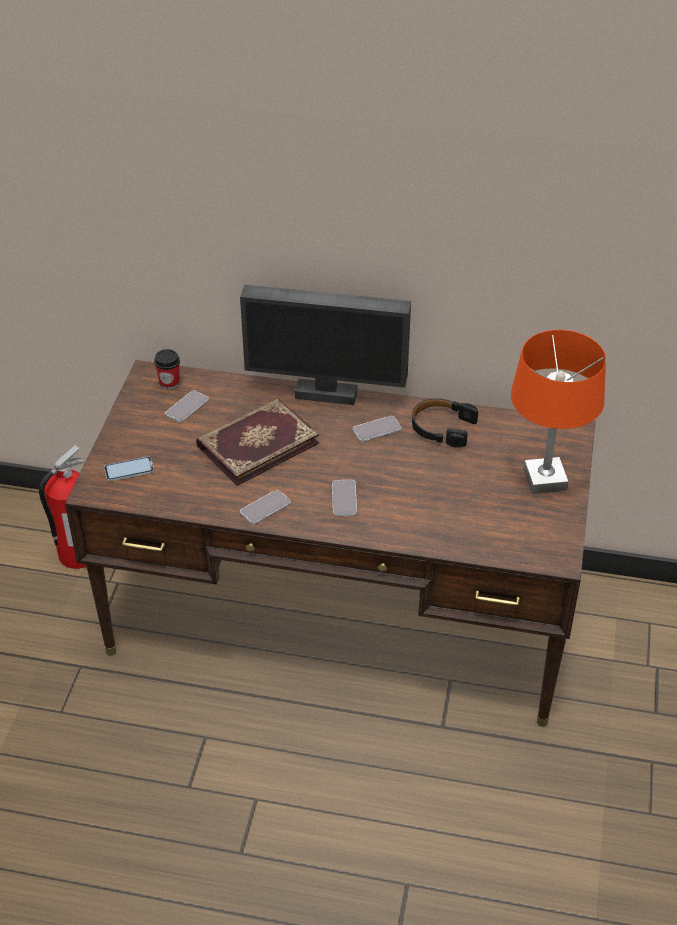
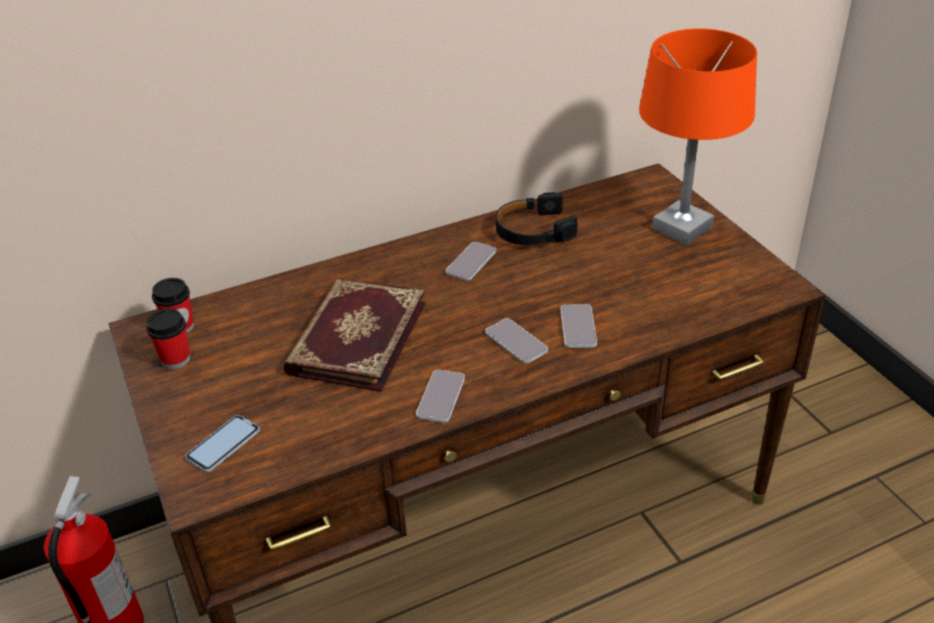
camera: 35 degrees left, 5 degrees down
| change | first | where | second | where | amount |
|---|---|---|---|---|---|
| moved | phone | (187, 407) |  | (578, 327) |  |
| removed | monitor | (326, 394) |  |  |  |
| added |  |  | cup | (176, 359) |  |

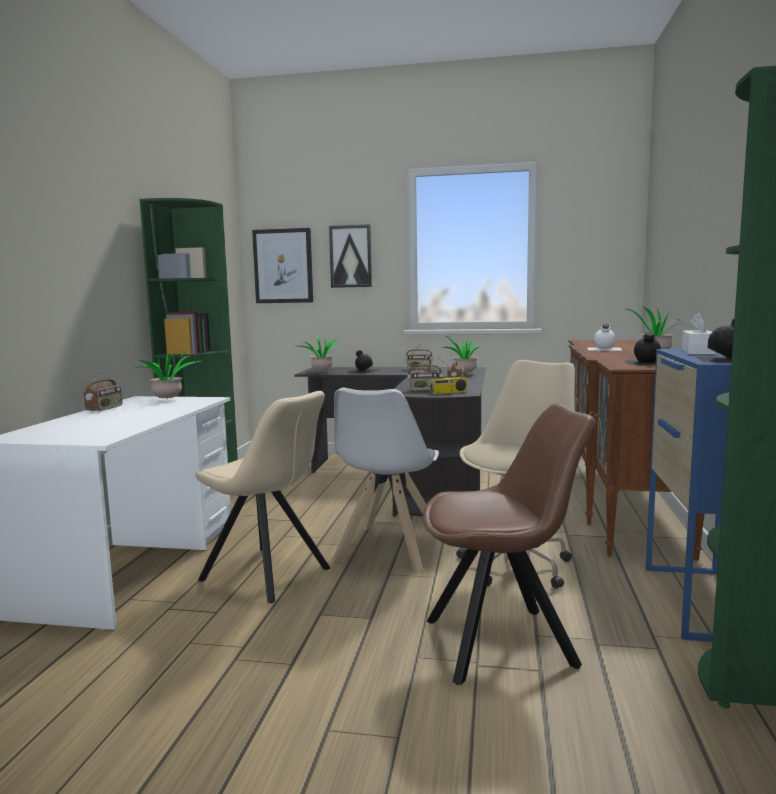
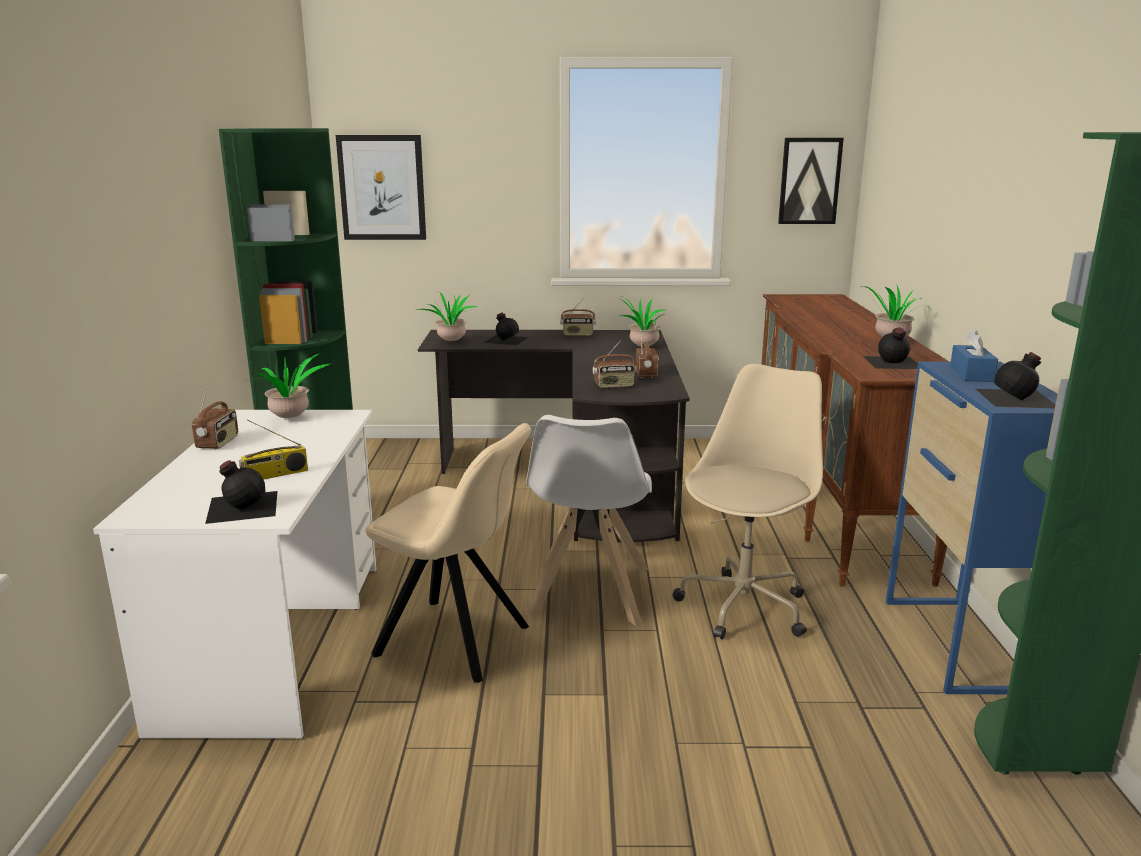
camera: 10 degrees left, 10 degrees up
| change | first | where | second | where | amount |
|---|---|---|---|---|---|
| moved | picture | (351, 256) |  | (809, 181) |  |
| removed | brown_chair | (501, 643) |  |  |  |
| moved | radio | (448, 392) |  | (275, 475) |  |
| removed | white_bottle | (603, 349) |  |  |  |
| recoloured | white_tissue_box | (698, 352) | blue_tissue_box | (971, 374) |  |
| added |  |  | black_bottle | (241, 506) |  |

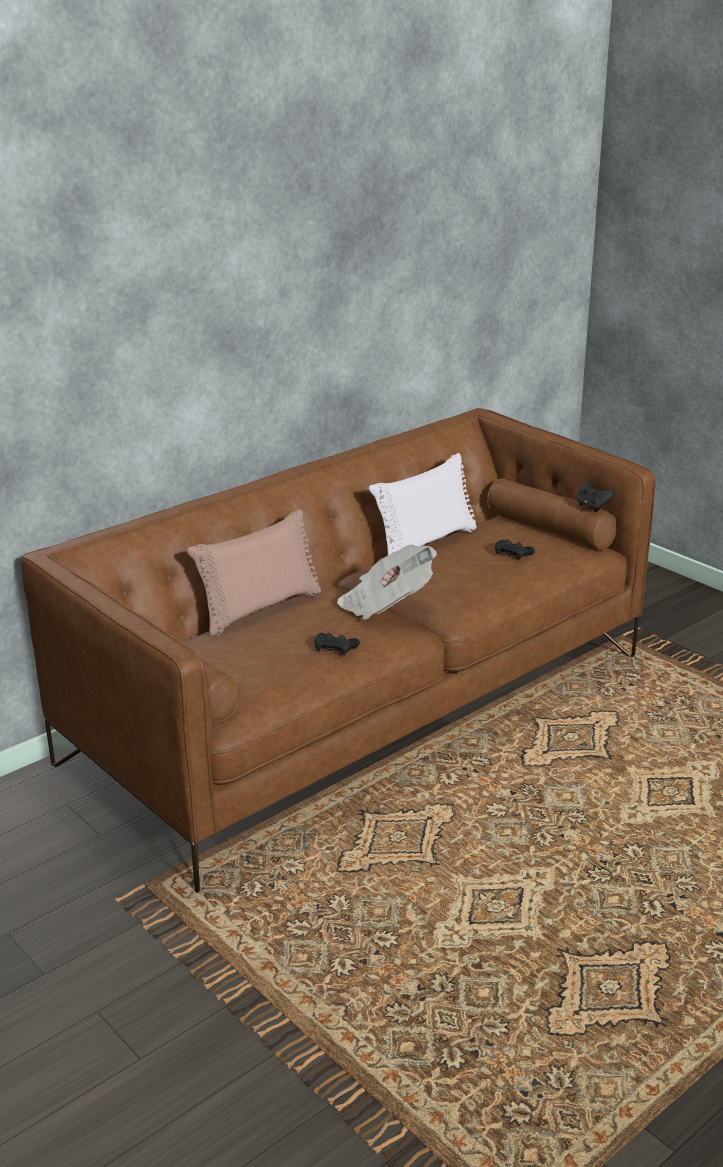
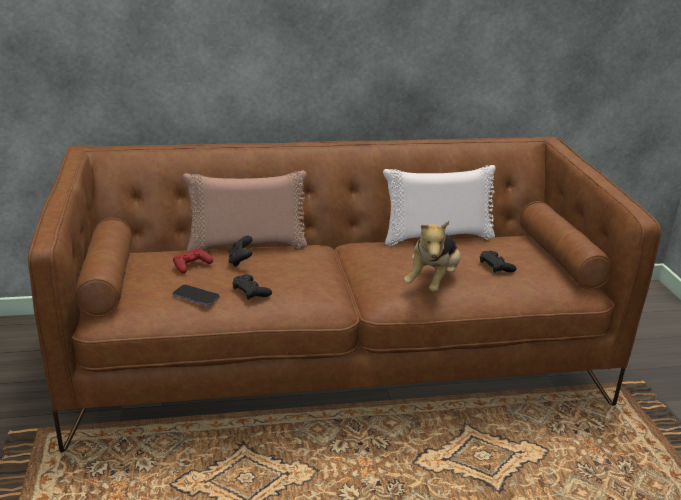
camera: 30 degrees right, 0 degrees up
| change | first | where | second | where | amount |
|---|---|---|---|---|---|
| removed | newspaper | (386, 604) |  |  |  |
| moved | black_game_controller | (592, 507) |  | (240, 261) |  |
| added |  |  | red_game_controller | (191, 265) |  |
| added |  |  | phone | (196, 297) |  |
| added |  |  | plush_toy | (433, 282) |  |

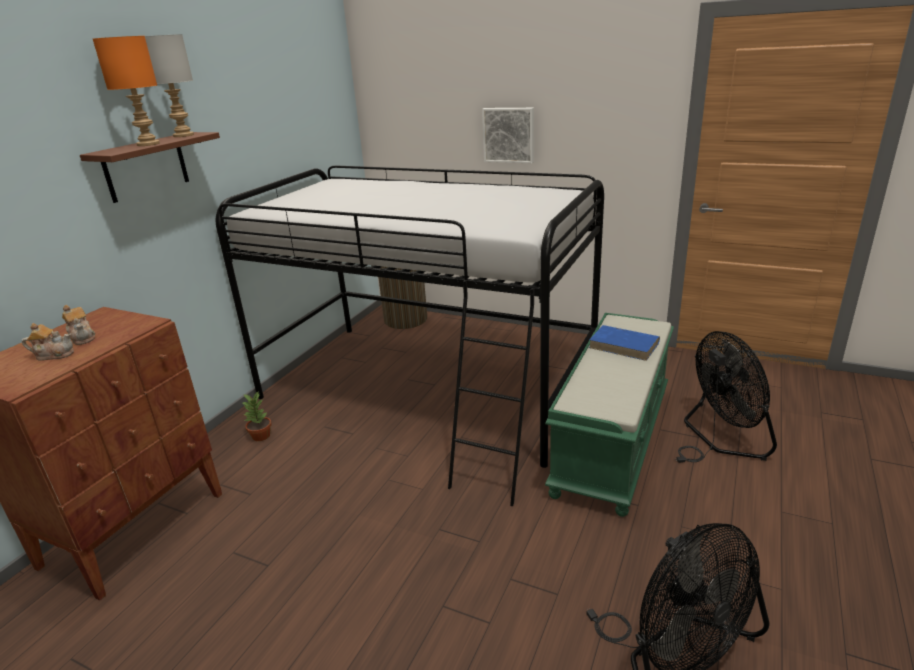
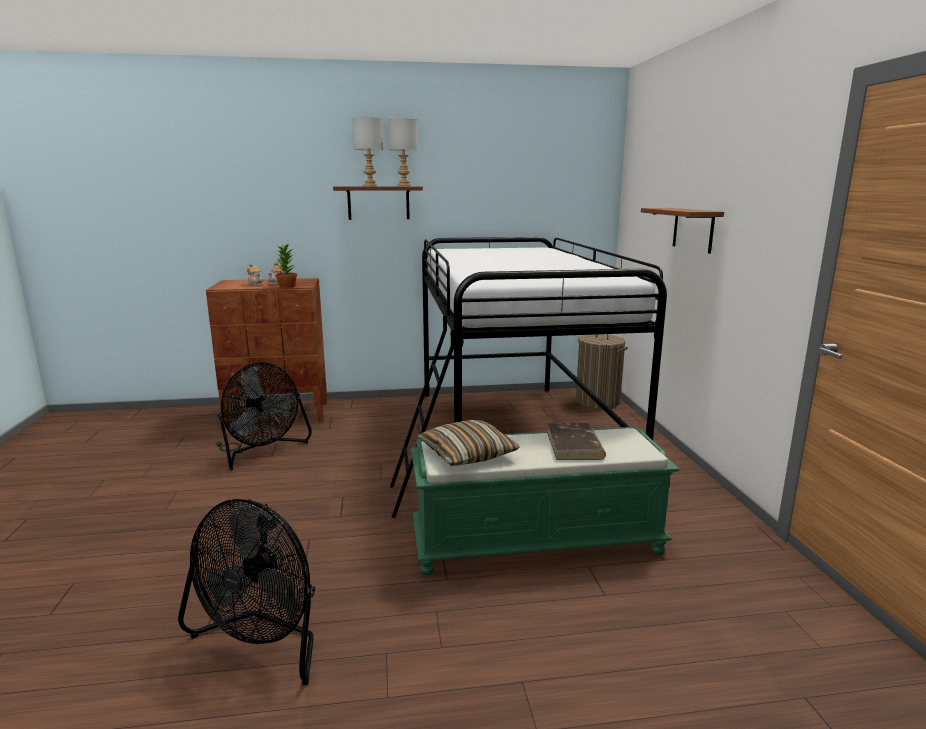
camera: 55 degrees right, 10 degrees down
| change | first | where | second | where | amount |
|---|---|---|---|---|---|
| recoloured | orange_table_lamp | (147, 144) | grey_table_lamp | (370, 186) |  |
| moved | potted_plant | (261, 436) |  | (287, 286) |  |
| replaced | picture | (509, 135) | brown_shelf | (693, 229) |  |
| recoloured | blue_book | (624, 345) | brown_book | (574, 445) |  |
| moved | black_fan | (714, 436) |  | (258, 451) |  |
| added |  |  | pillow | (467, 454) |  |

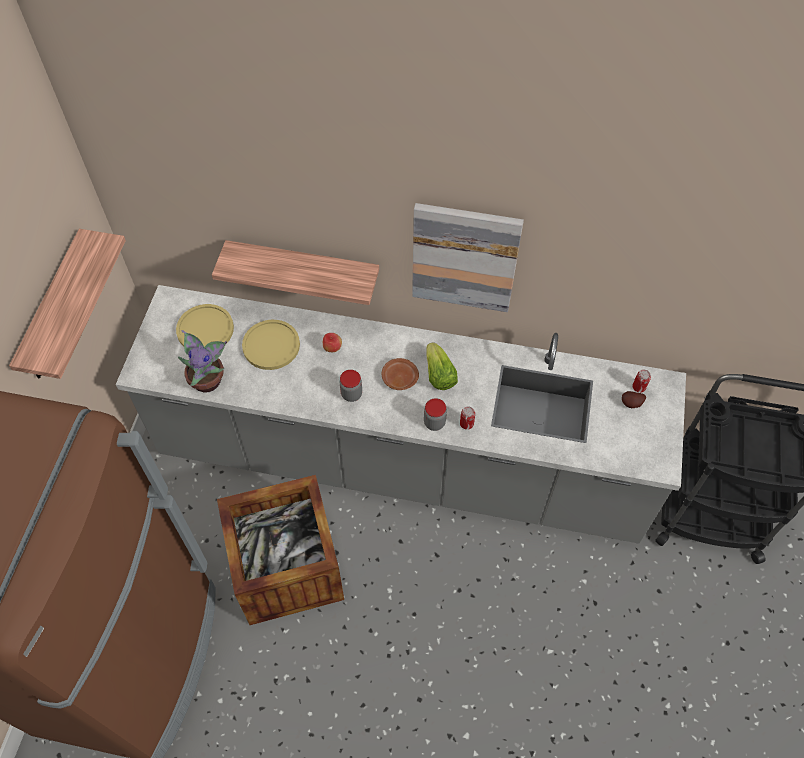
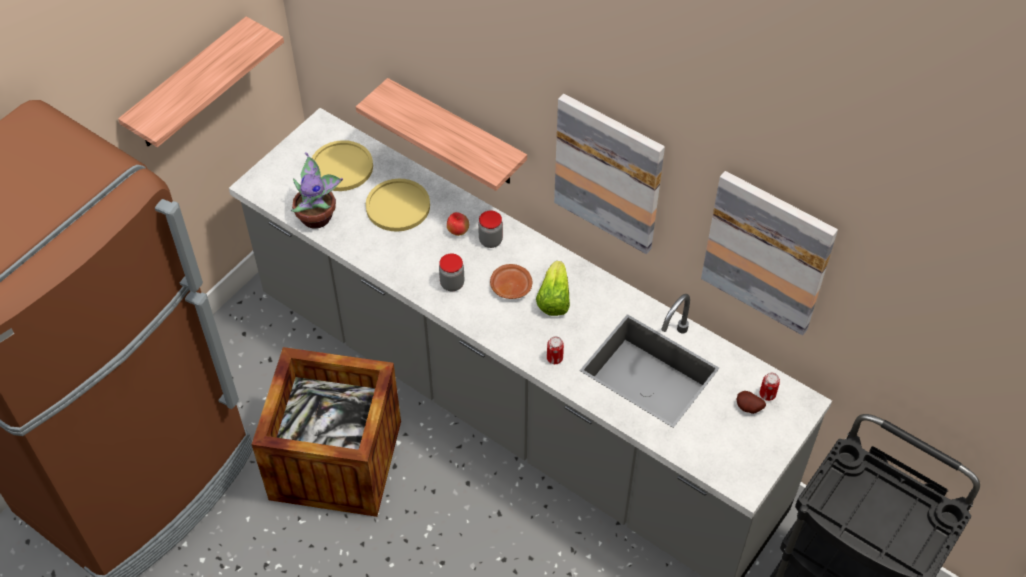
camera: 25 degrees right, 5 degrees down
| change | first | where | second | where | amount |
|---|---|---|---|---|---|
| moved | jar | (434, 422) |  | (490, 240) |  |
| added |  |  | picture | (767, 252) |  |

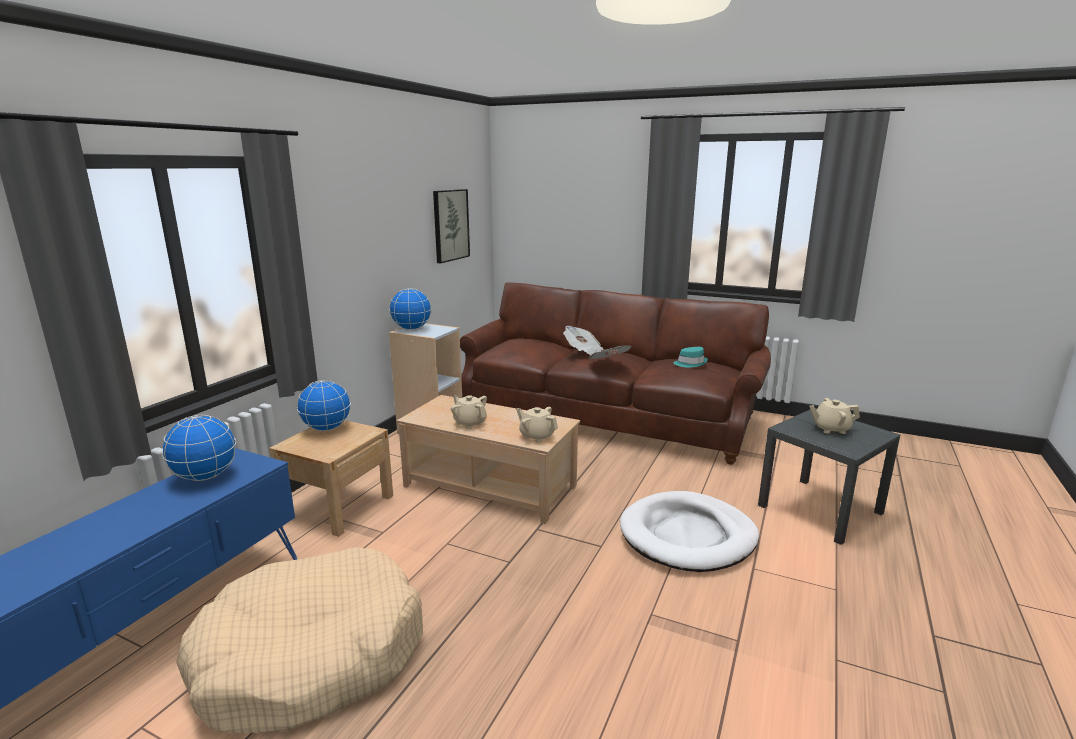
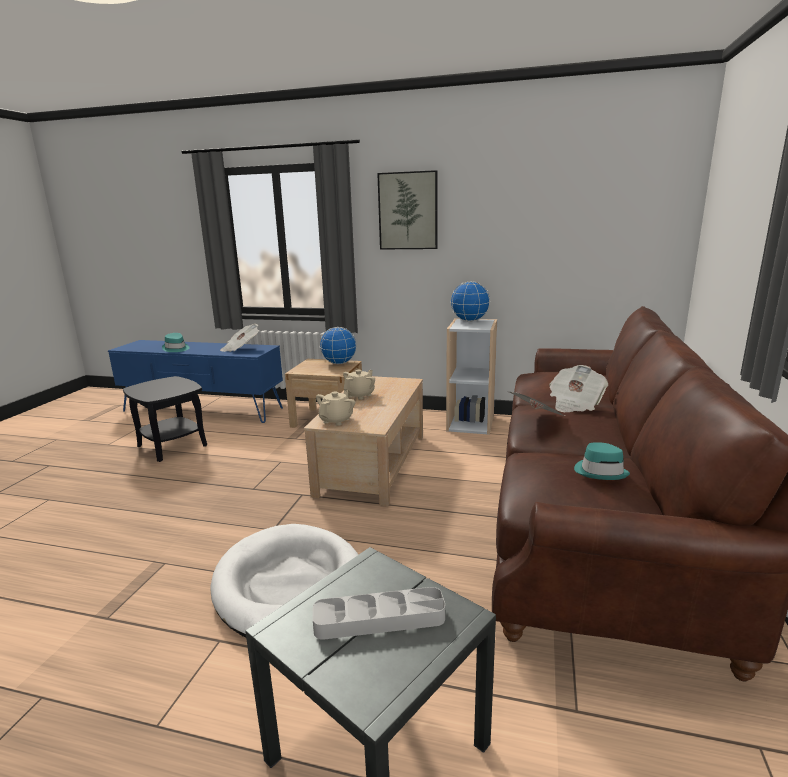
camera: 80 degrees right, 0 degrees up
| change | first | where | second | where | amount |
|---|---|---|---|---|---|
| replaced | globe | (206, 476) | newspaper | (241, 348) |  |
| replaced | beige_dog_bed | (311, 656) | black_side_table | (172, 446) |  |
| moved | picture | (450, 225) |  | (408, 211) |  |
| replaced | beige_teapot | (831, 429) | grey_tray | (379, 619) |  |
| added |  |  | turquoise_hat | (176, 349) |  |

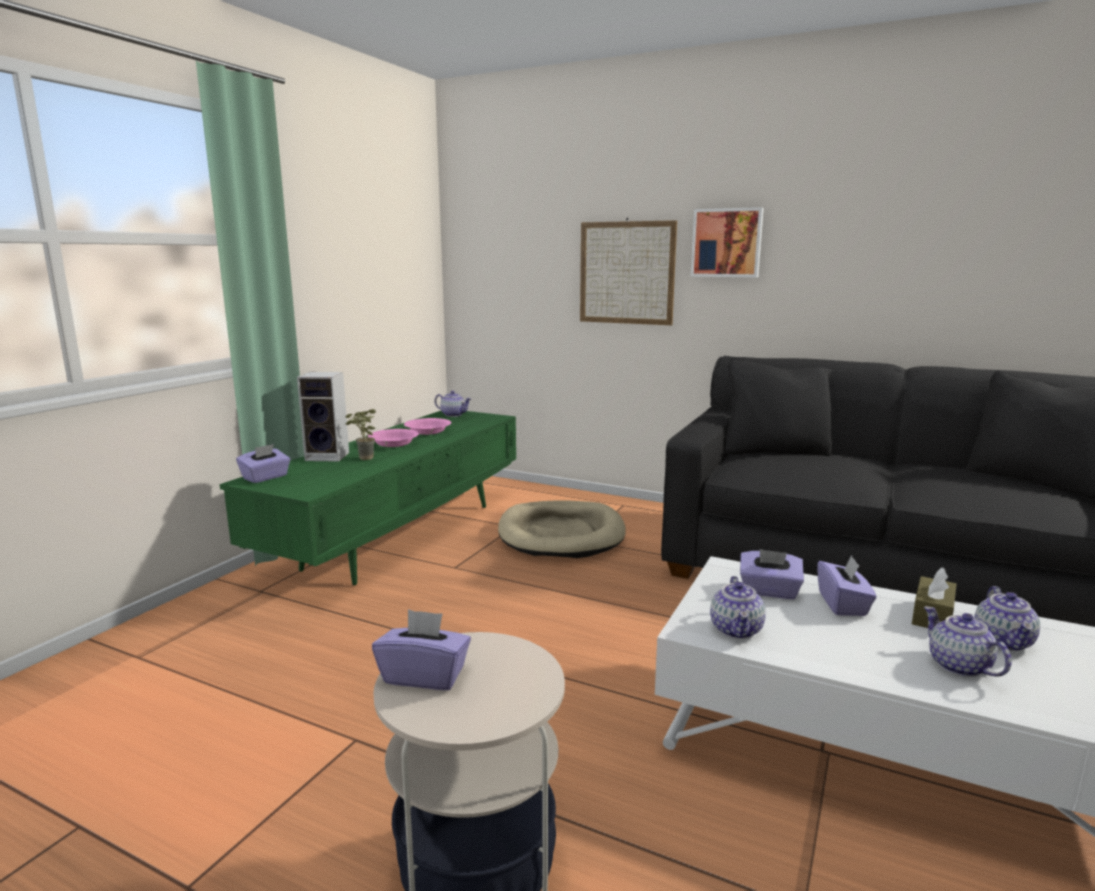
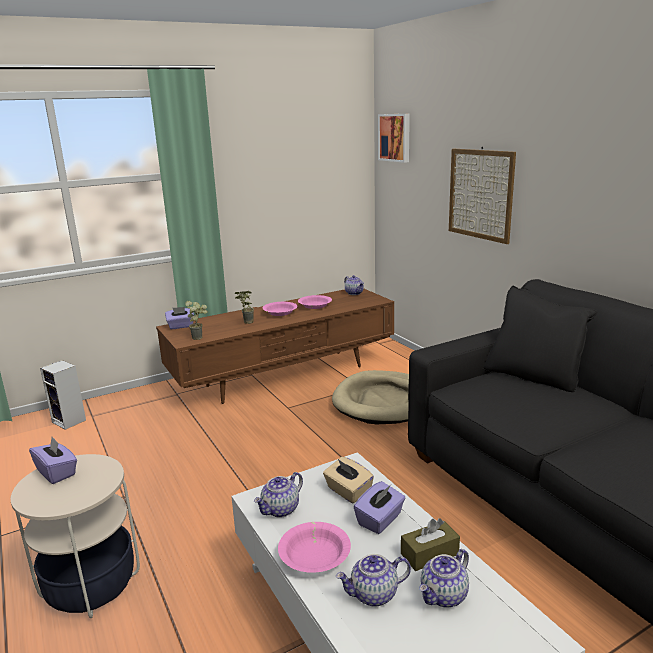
camera: 35 degrees right, 5 degrees up
| change | first | where | second | where | amount |
|---|---|---|---|---|---|
| recoloured | green_tv_stand | (397, 534) | brown_tv_stand | (283, 374) |  |
| moved | speaker | (329, 456) |  | (70, 421) |  |
| moved | picture | (727, 243) |  | (395, 137) |  |
| recoloured | purple_tissue_box | (769, 591) | beige_tissue_box | (348, 491) |  |
| turned | teapot | (958, 666) |  | (373, 595) | 120 degrees counterclockwise |
| added |  |  | potted_plant | (200, 337) |  |
| added |  |  | pink_bowl | (315, 556) |  |

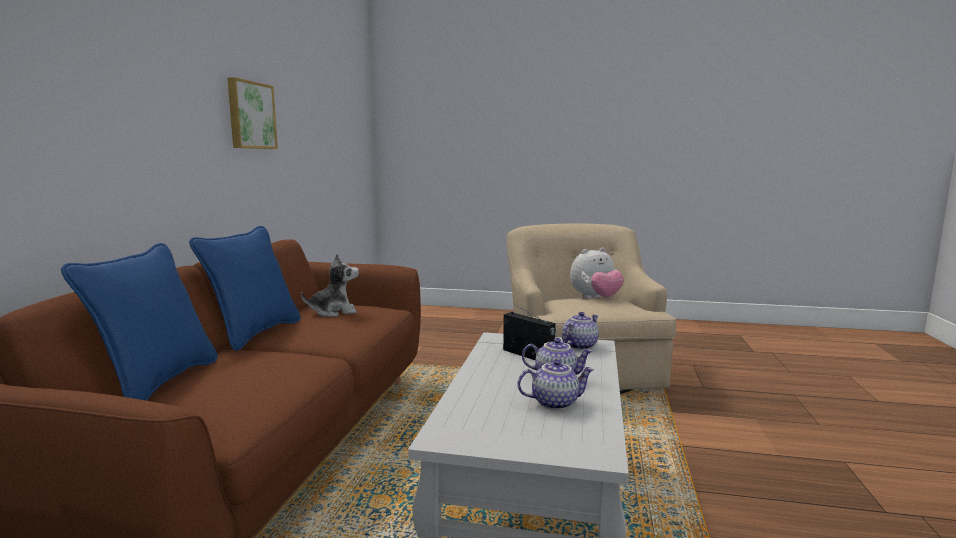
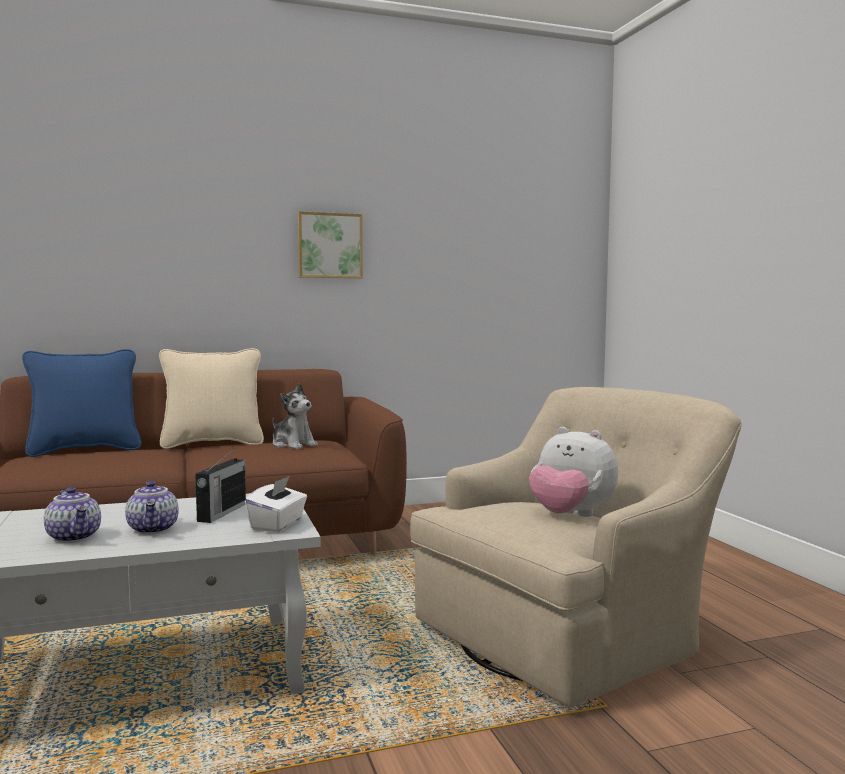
camera: 60 degrees right, 5 degrees down
| change | first | where | second | where | amount |
|---|---|---|---|---|---|
| recoloured | blue_pillow | (254, 333) | beige_pillow | (212, 444) |  |
| replaced | teapot | (579, 345) | white_tissue_box | (277, 524) |  |

